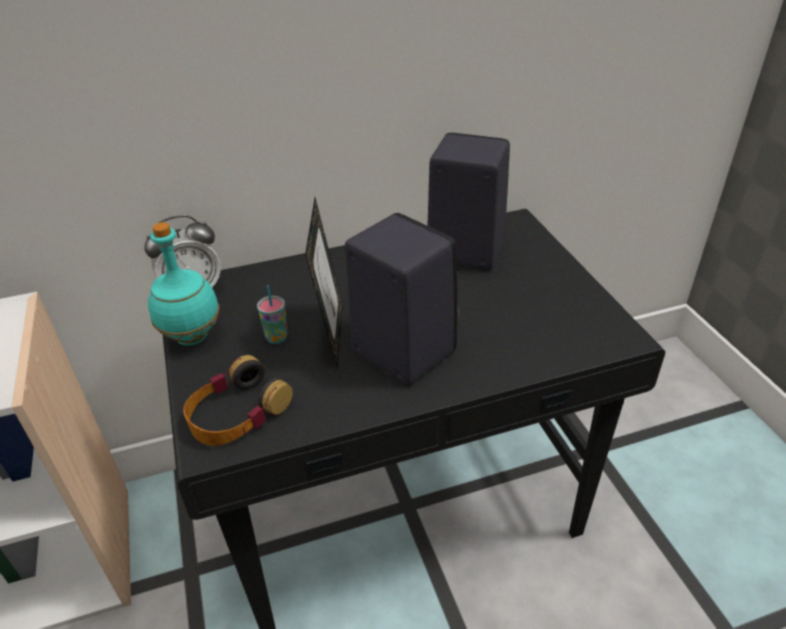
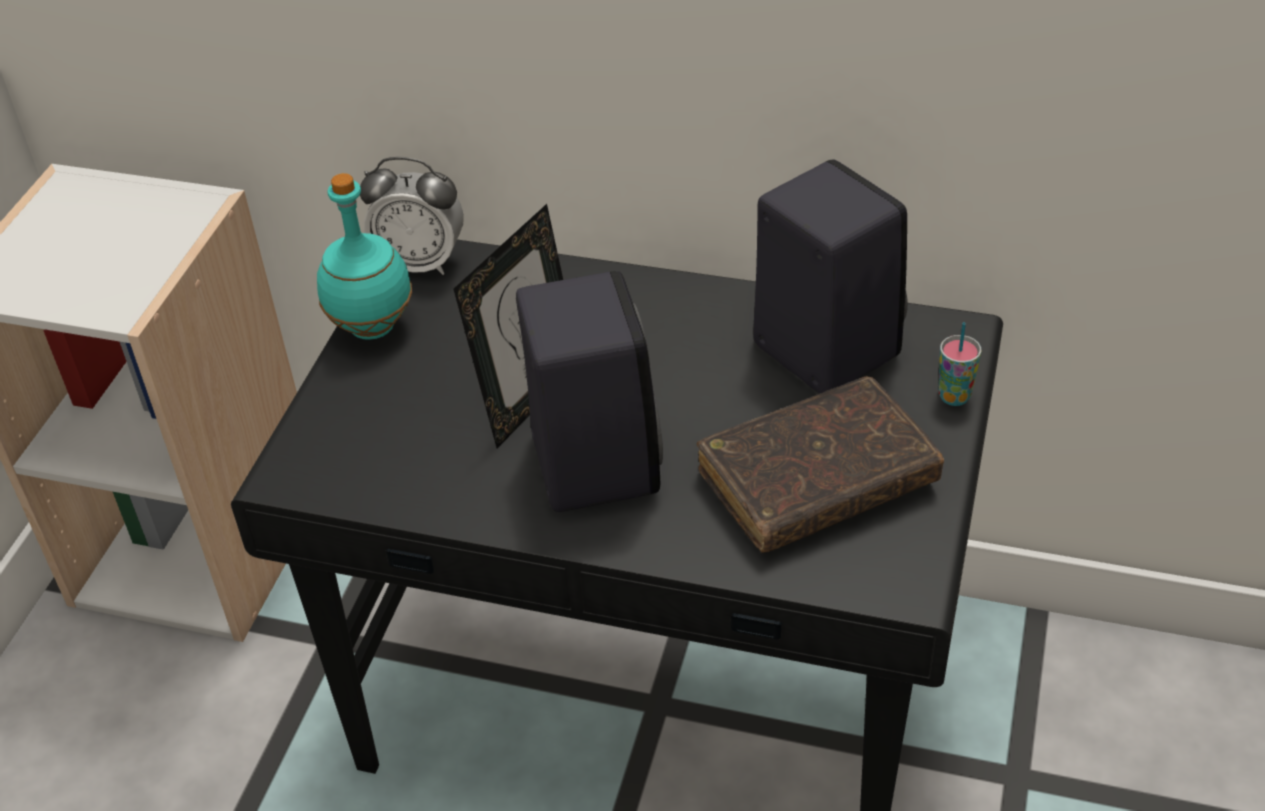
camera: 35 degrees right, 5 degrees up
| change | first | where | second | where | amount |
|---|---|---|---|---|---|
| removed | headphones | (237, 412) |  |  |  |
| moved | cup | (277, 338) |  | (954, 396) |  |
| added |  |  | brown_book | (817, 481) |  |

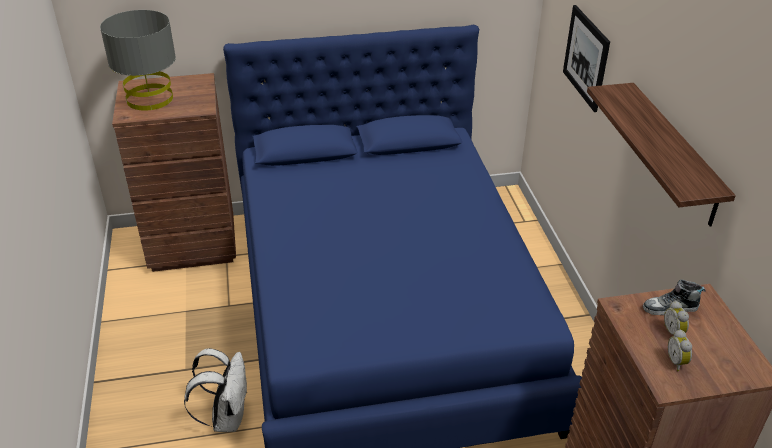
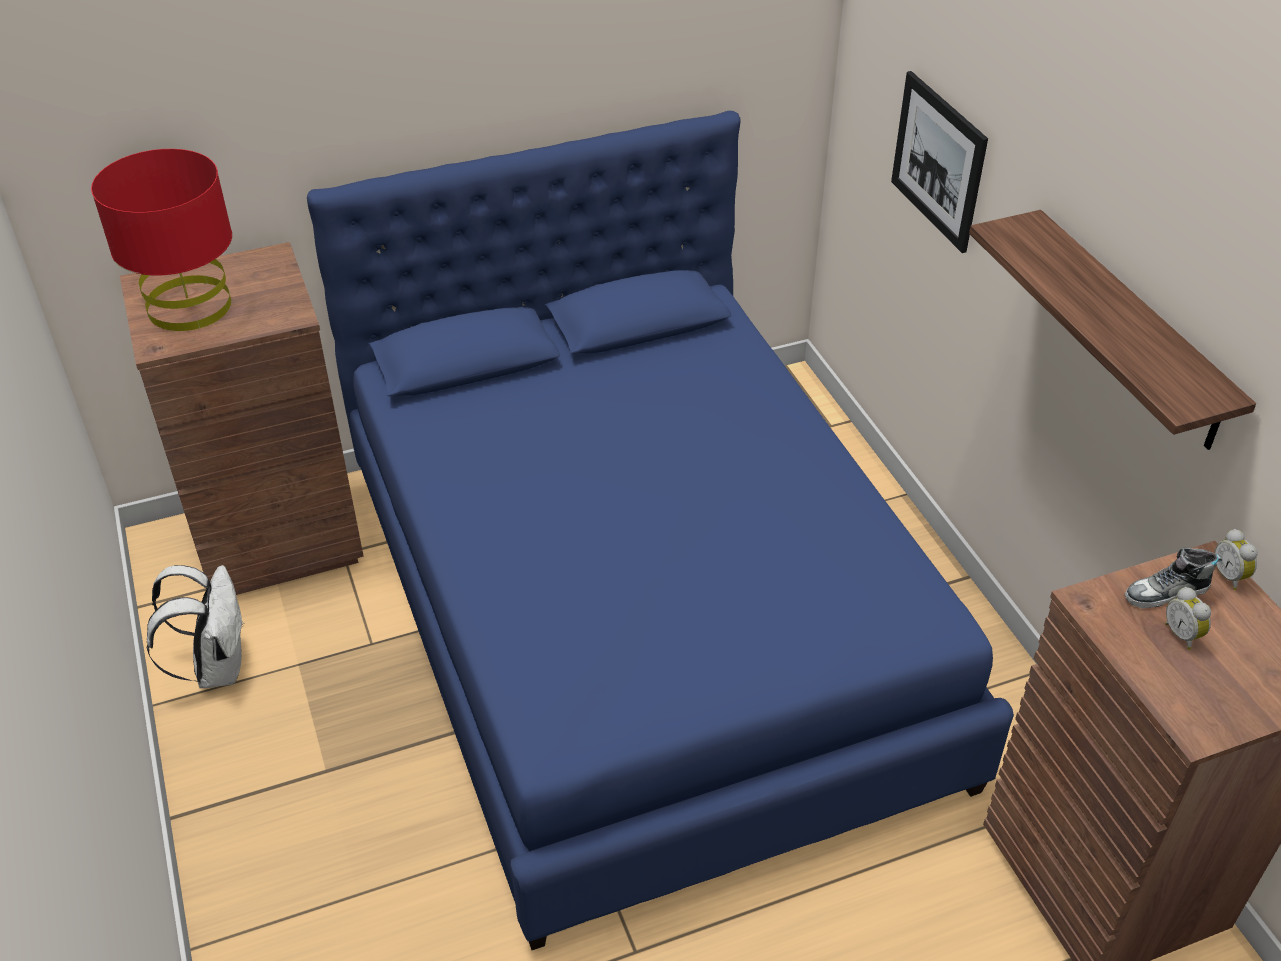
camera: 10 degrees left, 5 degrees up
| change | first | where | second | where | amount |
|---|---|---|---|---|---|
| recoloured | grey_table_lamp | (149, 99) | red_table_lamp | (189, 306) |  |
| moved | white_backpack | (226, 417) |  | (216, 666) |  |
| moved | alarm_clock | (677, 362) |  | (1230, 576) |  |

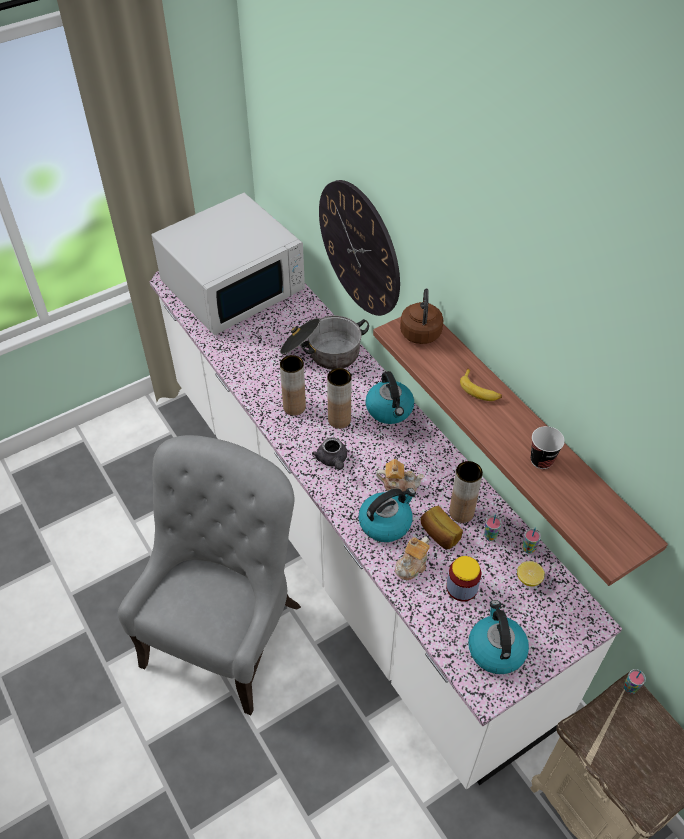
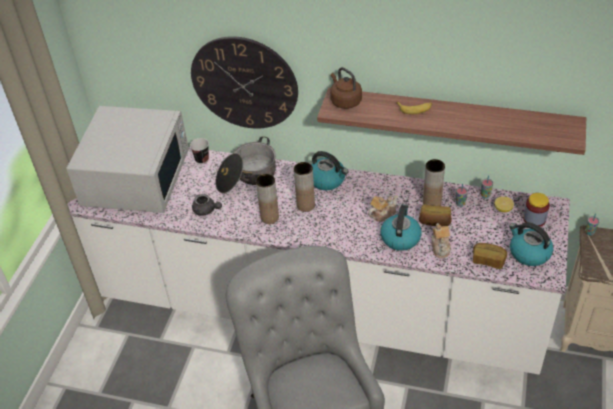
camera: 40 degrees left, 5 degrees down
| change | first | where | second | where | amount |
|---|---|---|---|---|---|
| moved | grey_teapot | (332, 460) |  | (206, 210) |  |
| moved | jar | (461, 587) |  | (534, 219) |  |
| moved | cup | (541, 460) |  | (202, 159) |  |
| added |  |  | bread | (488, 260) |  |

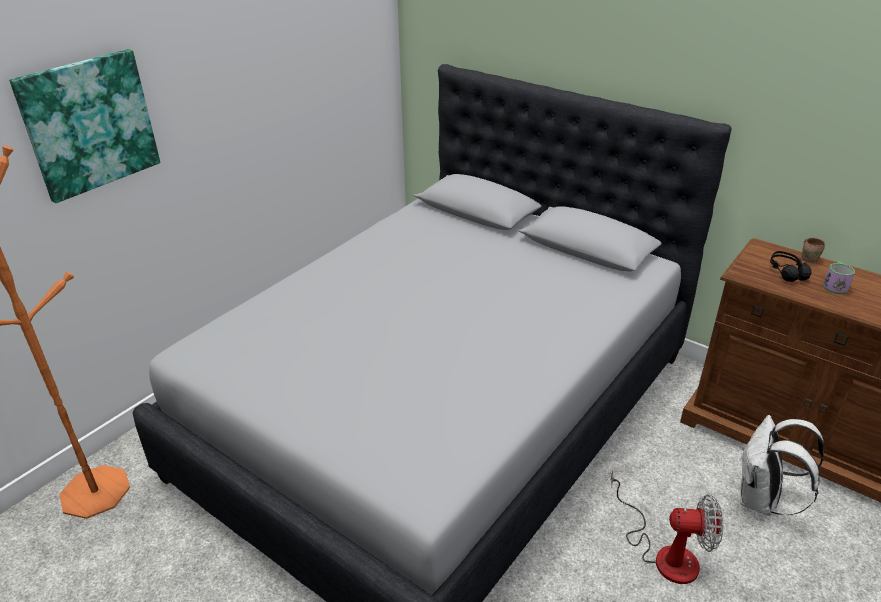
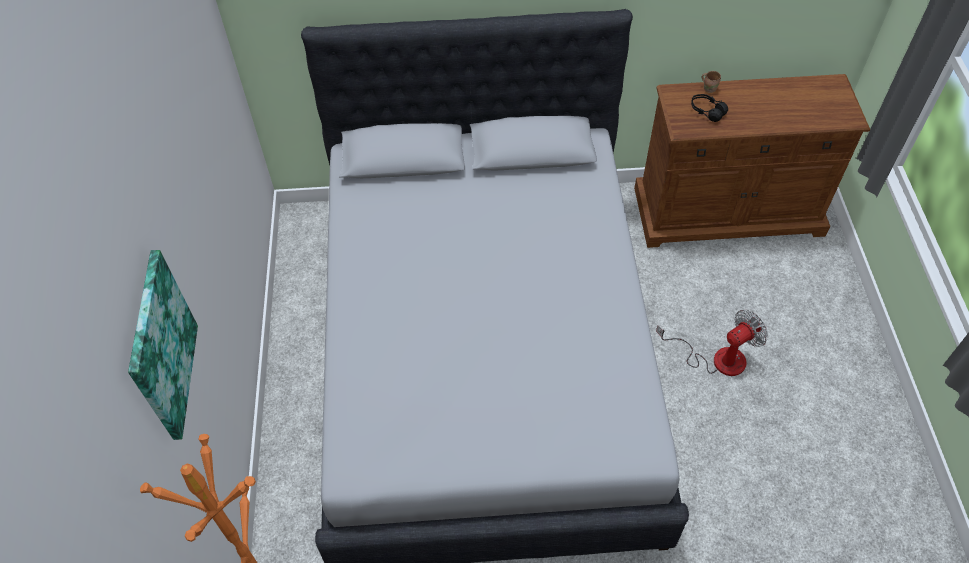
camera: 40 degrees left, 20 degrees up
| change | first | where | second | where | amount |
|---|---|---|---|---|---|
| removed | white_backpack | (761, 500) |  |  |  |
| removed | mug | (834, 285) |  |  |  |

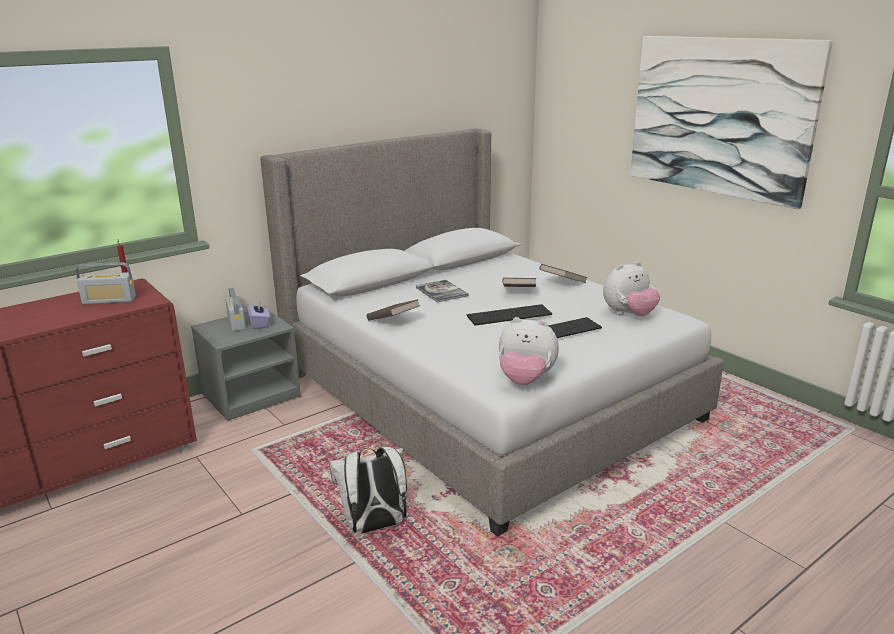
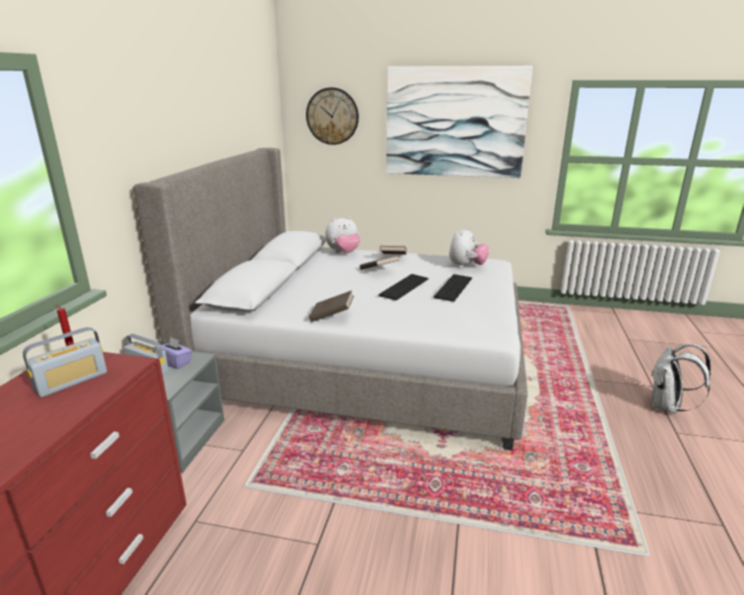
camera: 40 degrees left, 0 degrees up
| change | first | where | second | where | amount |
|---|---|---|---|---|---|
| moved | white_backpack | (374, 527) |  | (667, 407) |  |
| removed | book | (441, 292) |  |  |  |
| moved | plush_toy | (525, 380) |  | (343, 253) |  |
| added |  |  | wall_clock | (332, 116) |  |

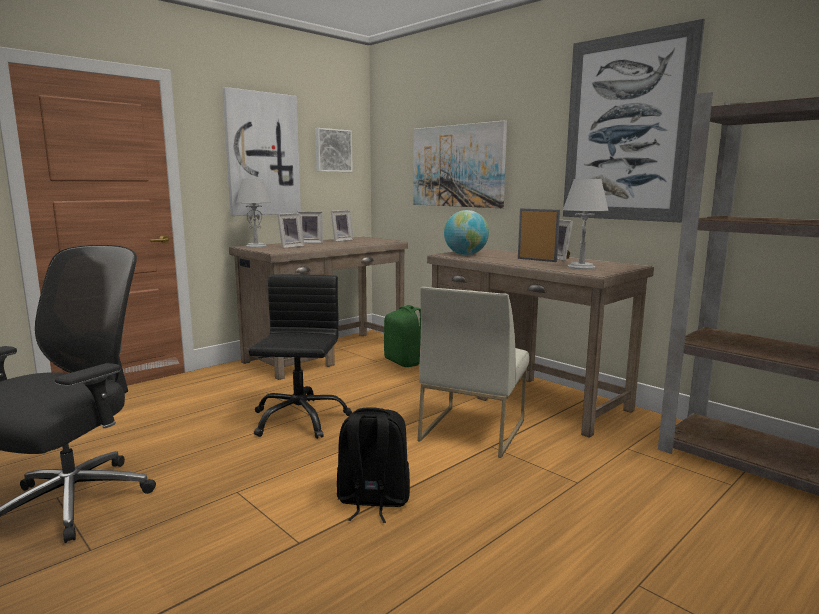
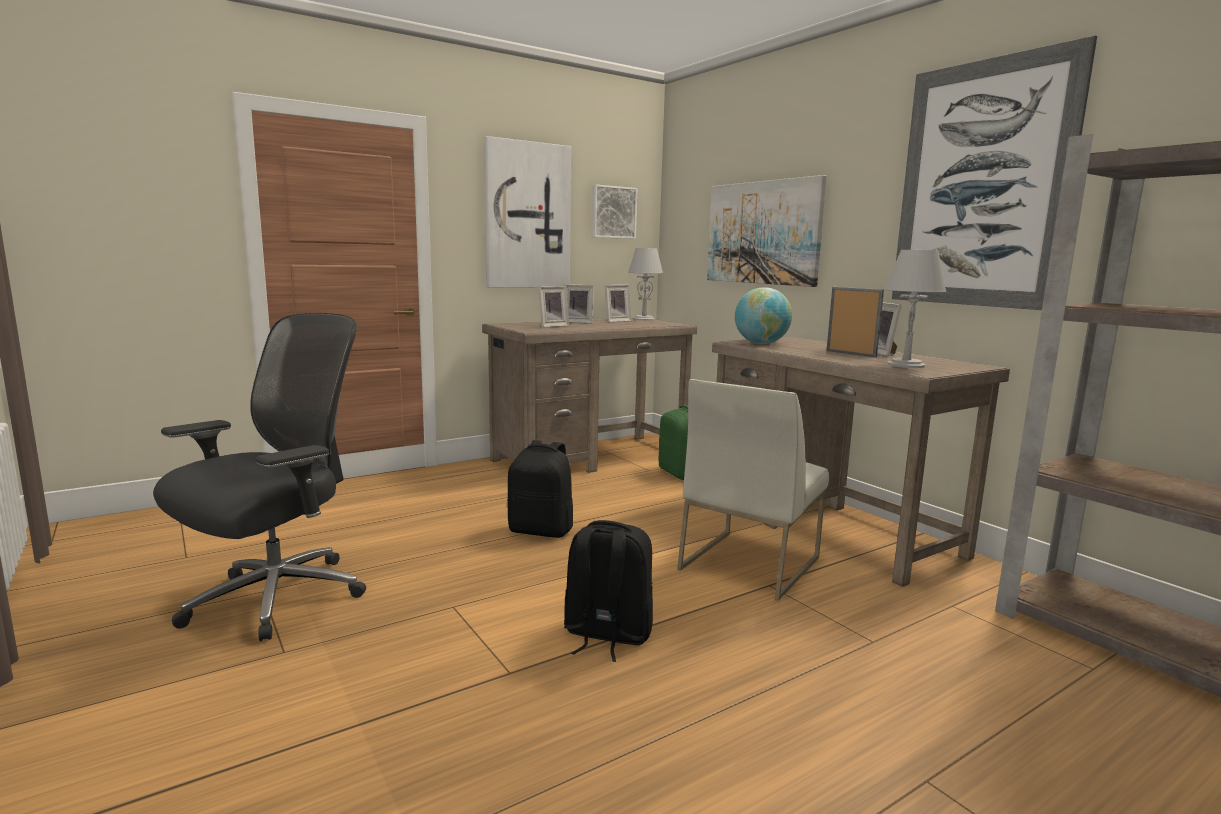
camera: 10 degrees right, 0 degrees up
| change | first | where | second | where | amount |
|---|---|---|---|---|---|
| moved | grey_table_lamp | (256, 246) |  | (644, 319) |  |
| replaced | black_office_chair | (299, 419) | black_backpack | (541, 530) |  |

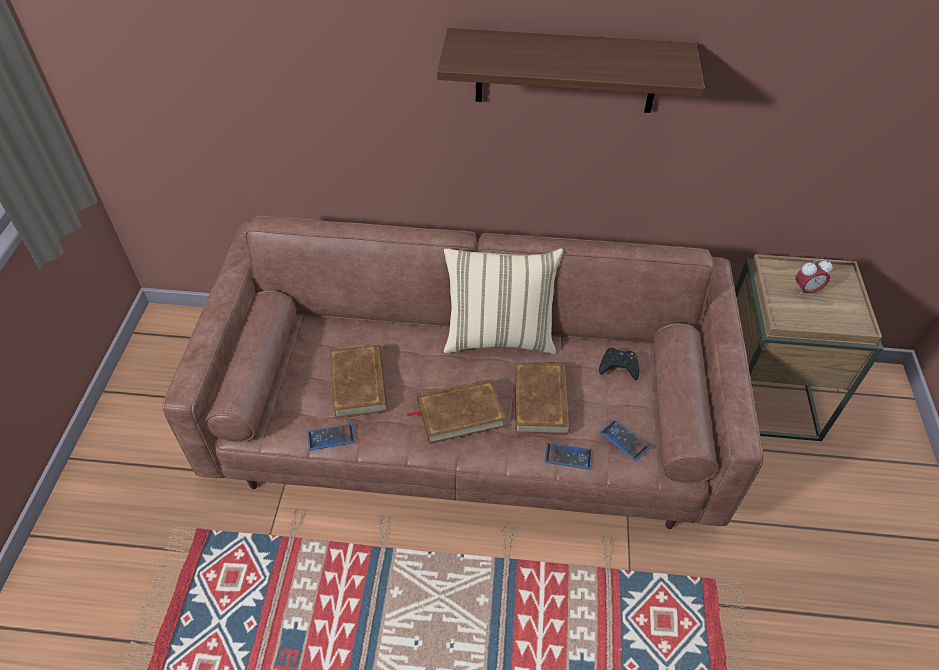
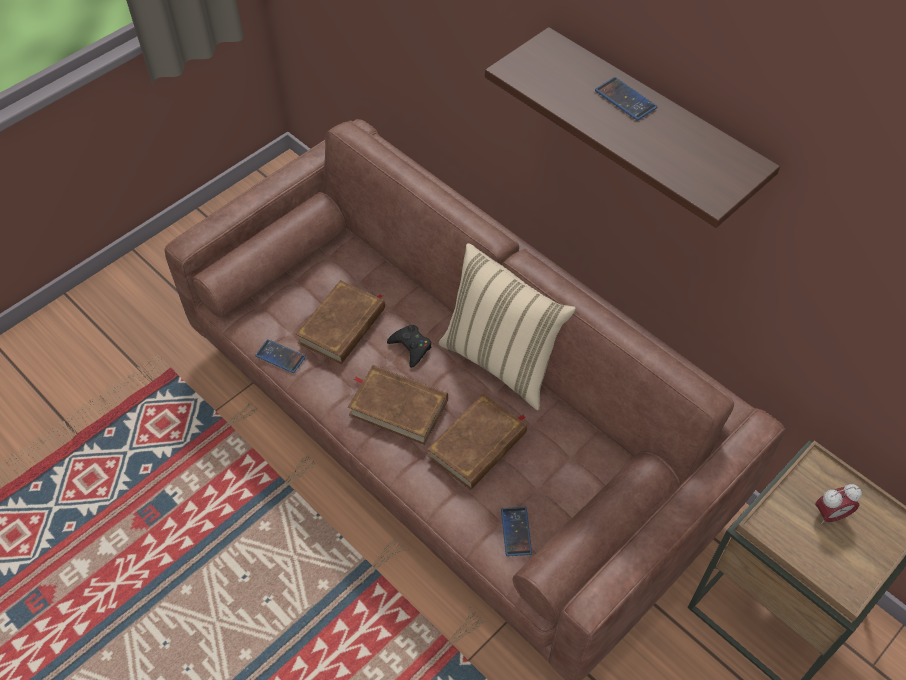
camera: 40 degrees right, 5 degrees up
| change | first | where | second | where | amount |
|---|---|---|---|---|---|
| moved | phone | (568, 456) |  | (625, 99) |  |
| moved | black_game_controller | (619, 366) |  | (411, 347) |  |
| turned | alarm_clock | (806, 290) |  | (830, 515) | 45 degrees counterclockwise |

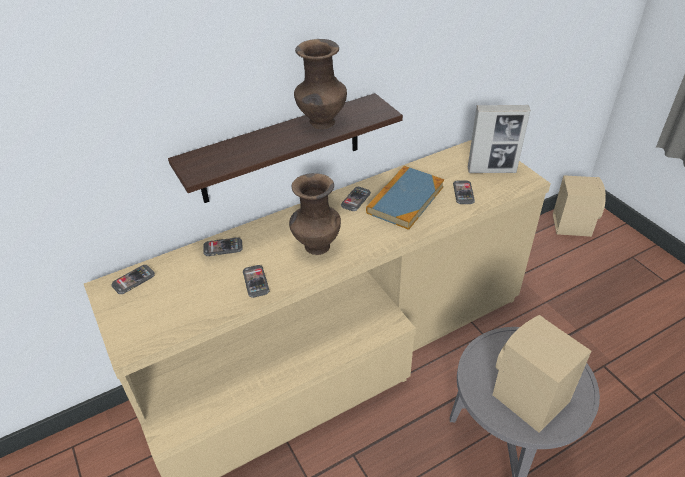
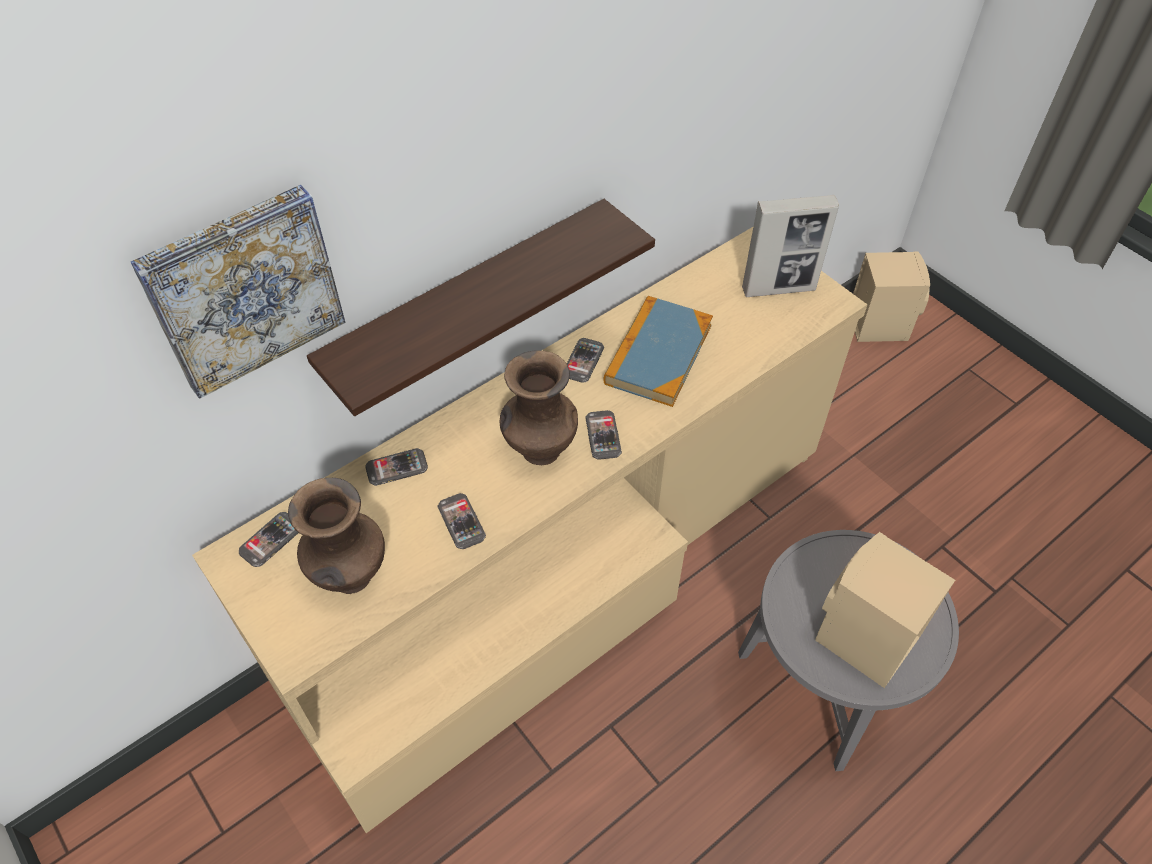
camera: 10 degrees left, 10 degrees up
| change | first | where | second | where | amount |
|---|---|---|---|---|---|
| moved | brown_vase | (322, 123) |  | (351, 577) |  |
| moved | phone | (463, 193) |  | (603, 436) |  |
| added |  |  | picture | (243, 289) |  |

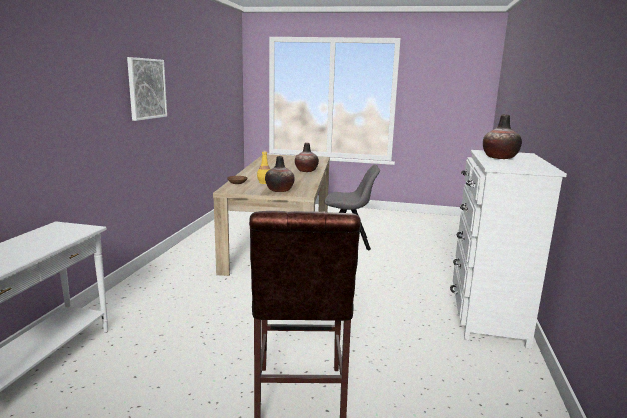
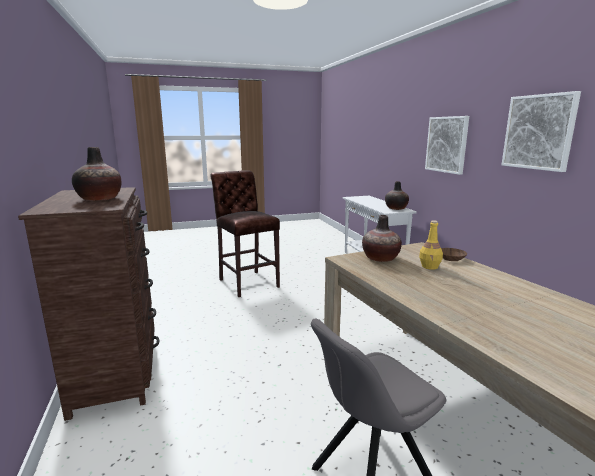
camera: 150 degrees right, 0 degrees up
| change | first | where | second | where | amount |
|---|---|---|---|---|---|
| moved | vase | (306, 171) |  | (396, 208) |  |
| recoloured | white_dresser | (486, 315) | brown_dresser | (117, 372) |  |
| added |  |  | picture | (447, 144) |  |

